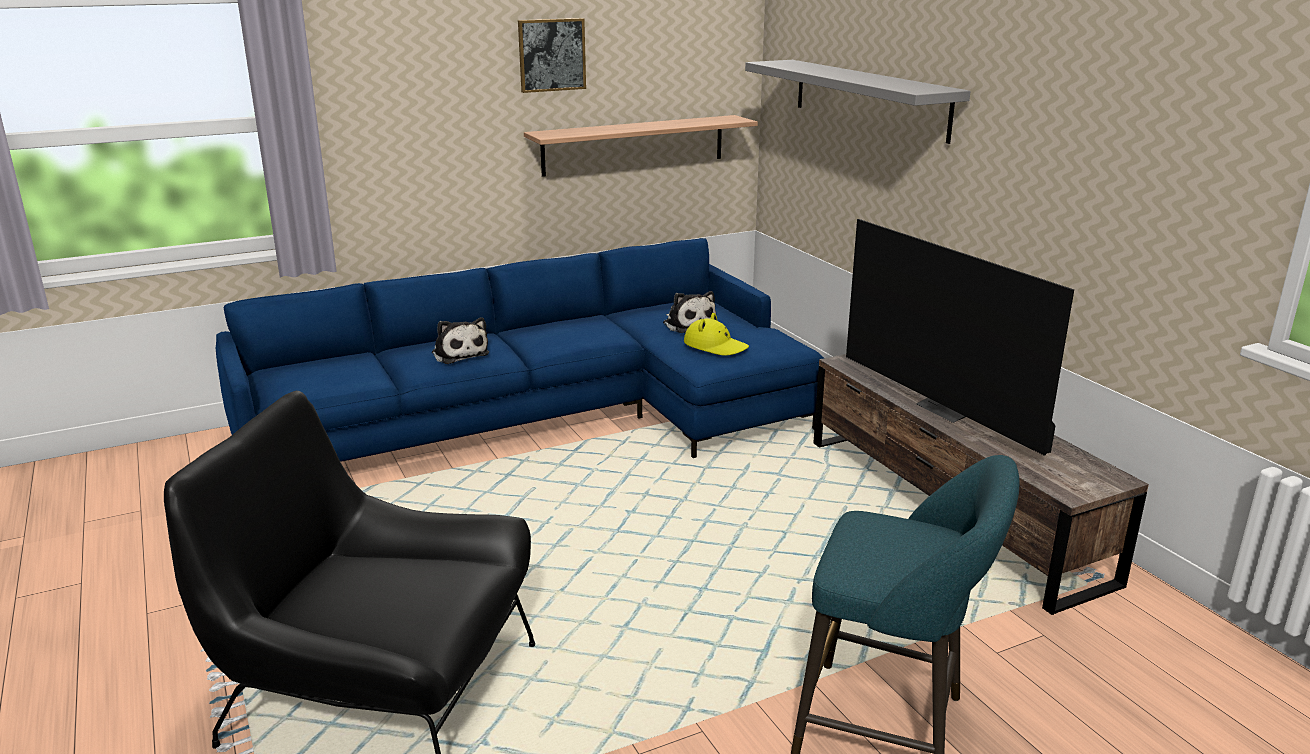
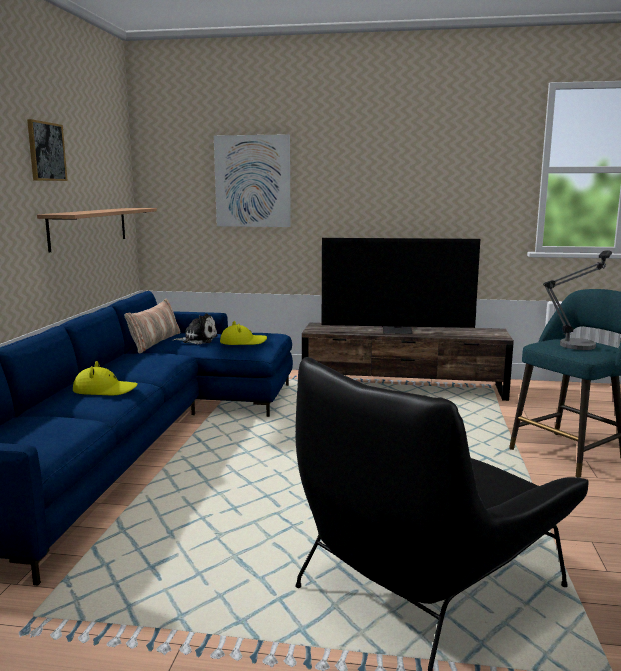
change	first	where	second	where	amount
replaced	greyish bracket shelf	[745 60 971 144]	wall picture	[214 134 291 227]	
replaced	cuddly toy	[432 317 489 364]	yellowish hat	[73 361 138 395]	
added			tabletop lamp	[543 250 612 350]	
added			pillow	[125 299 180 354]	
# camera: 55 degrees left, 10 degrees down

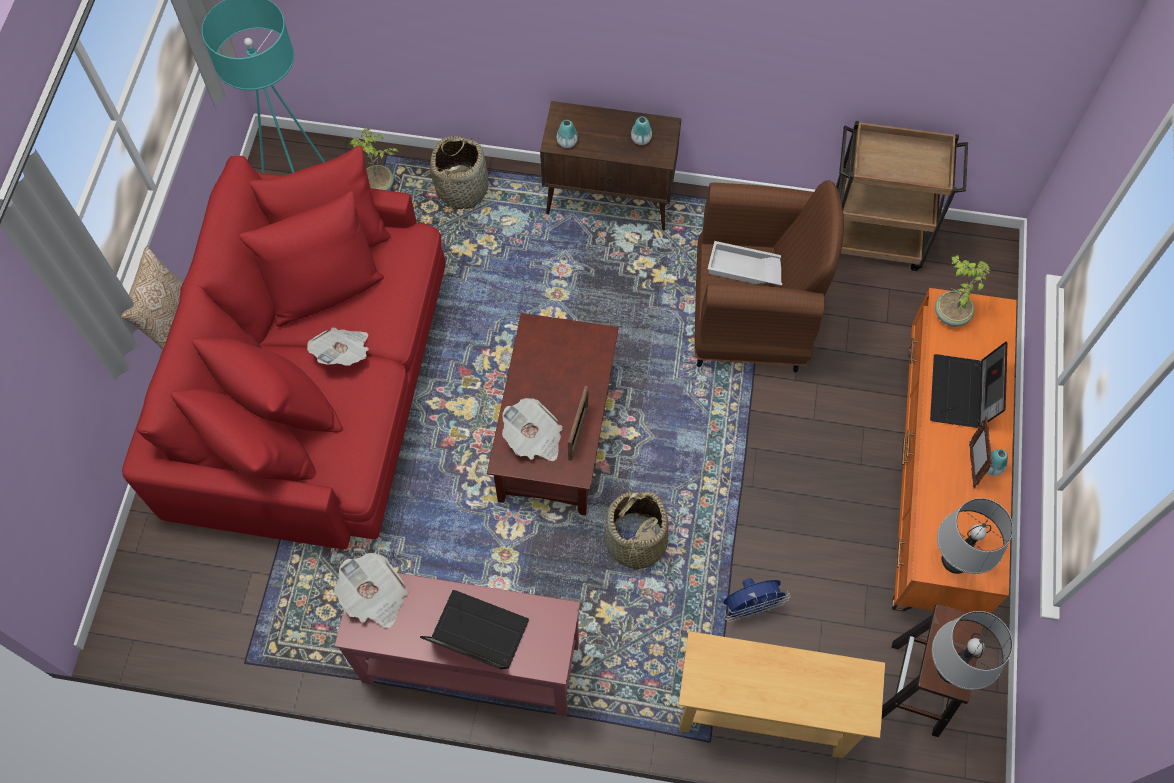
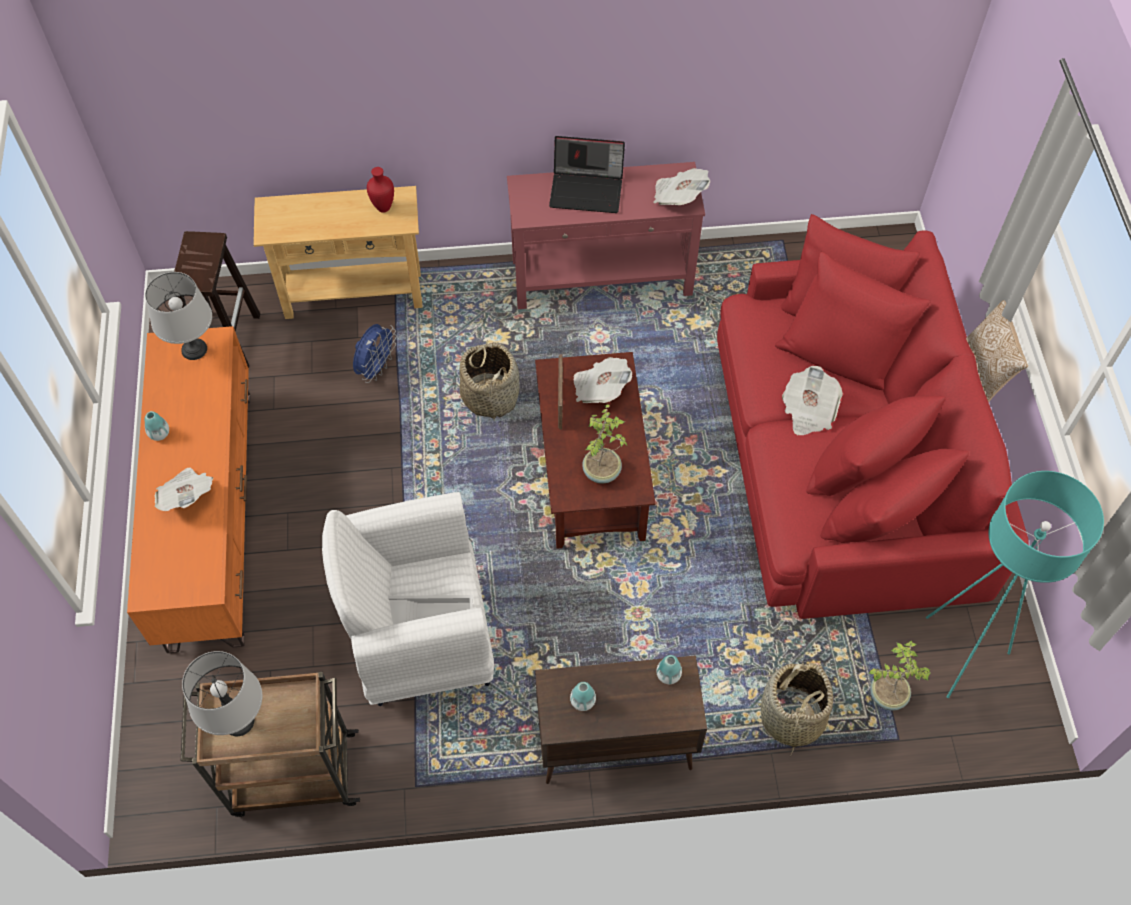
change	first	where	second	where	amount
recoloured	brown easy chair	[694 180 844 373]	white-coloured easy chair	[322 492 494 706]	
moved	houseplant	[935 255 990 326]		[582 404 627 484]	
replaced	laptop	[930 342 1007 428]	printed paper	[155 467 213 511]	
removed	standing frame	[969 416 992 488]			
turned	bluish fan	[723 578 791 622]		[353 324 397 383]	150 degrees clockwise
moved	greyish tabletop lamp	[932 611 1013 690]		[182 651 263 736]	
added			red flower vase	[367 167 394 213]	
# camera: 165 degrees right, 5 degrees down

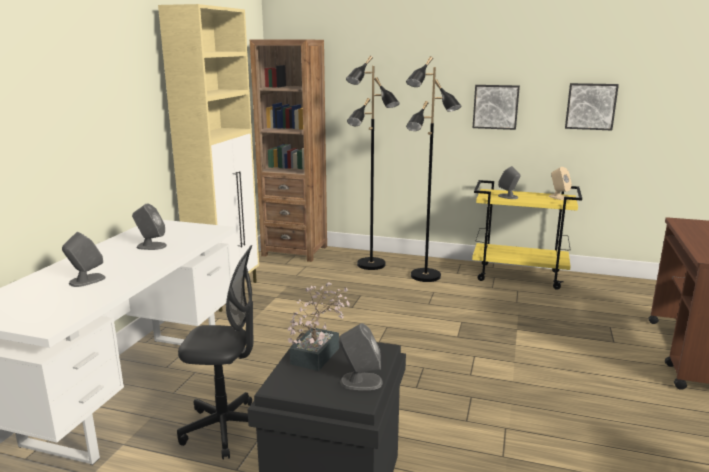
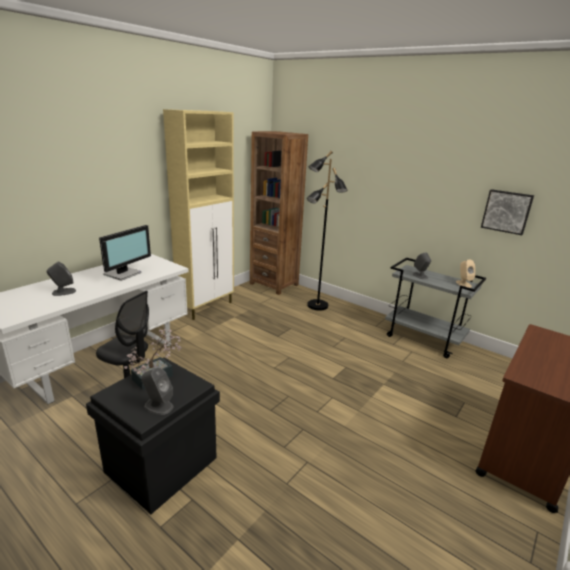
change	first	where	second	where	amount
removed	black-coloured standard lamp	[406 56 462 282]			
removed	wall picture	[473 85 520 130]			
recoloured	yellowish trolley	[472 180 582 290]	greyish trolley	[385 258 486 358]	
replaced	greyish audio speaker	[132 204 167 250]	monitor	[99 225 151 281]	
# camera: 20 degrees right, 5 degrees up

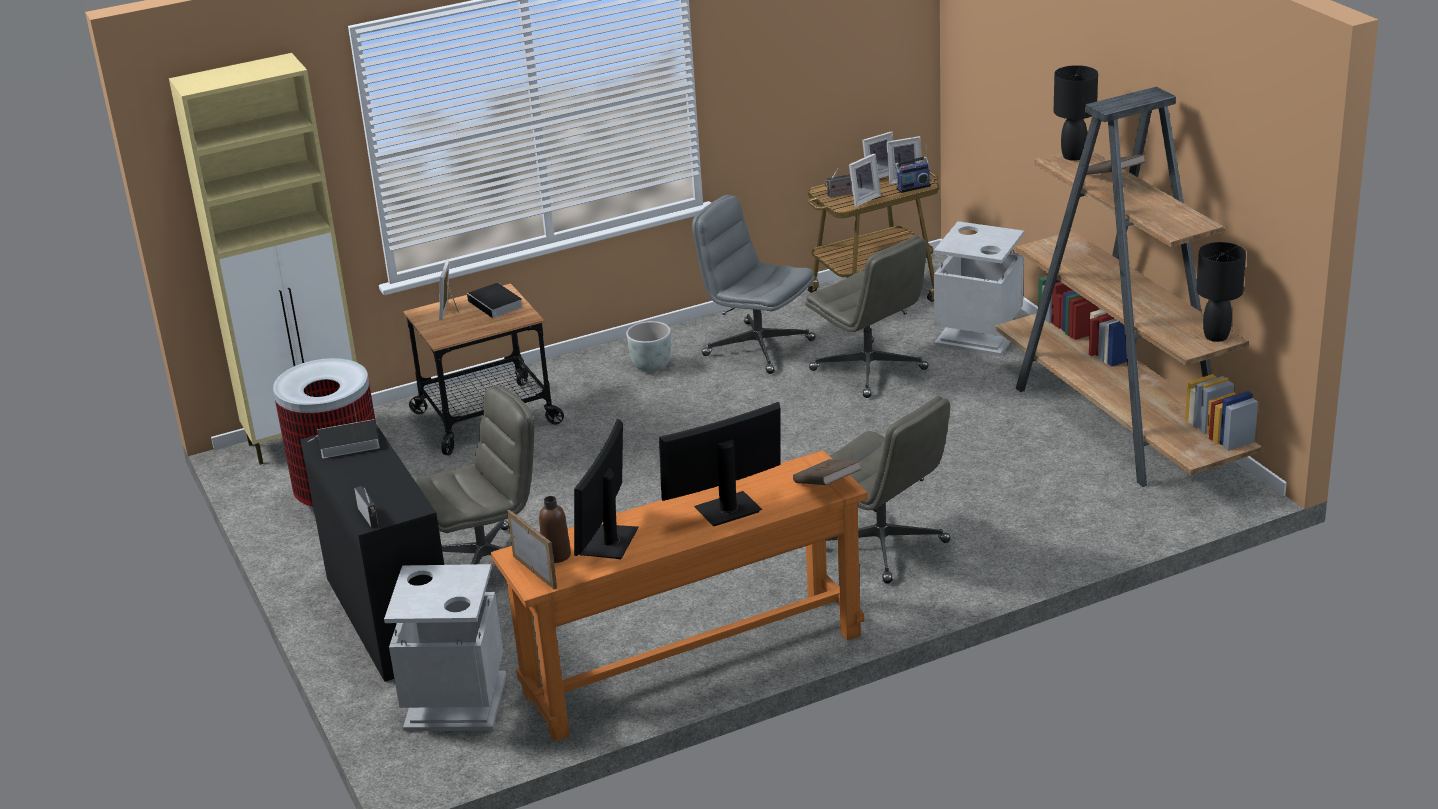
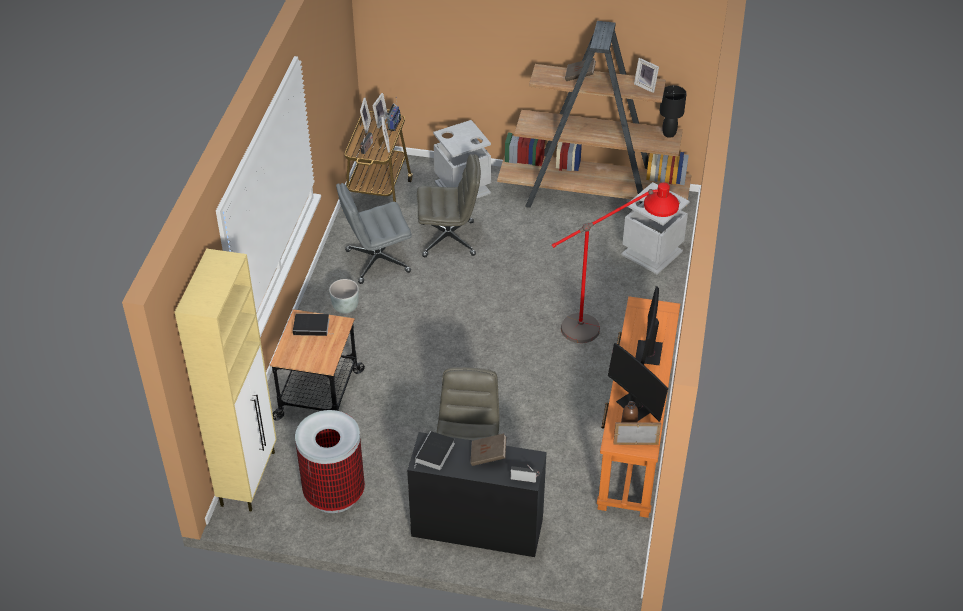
change	first	where	second	where	amount
removed	black-coloured tabletop lamp	[1054 65 1098 161]			
moved	standing frame	[439 260 459 320]		[634 58 659 93]	
replaced	greyish office chair	[826 396 951 584]	red standard lamp	[552 183 679 343]	
moved	brown book	[793 459 862 485]		[470 433 506 466]	
moved	greyish waste bin	[384 564 507 731]		[621 182 690 275]	
# camera: 55 degrees left, 15 degrees up

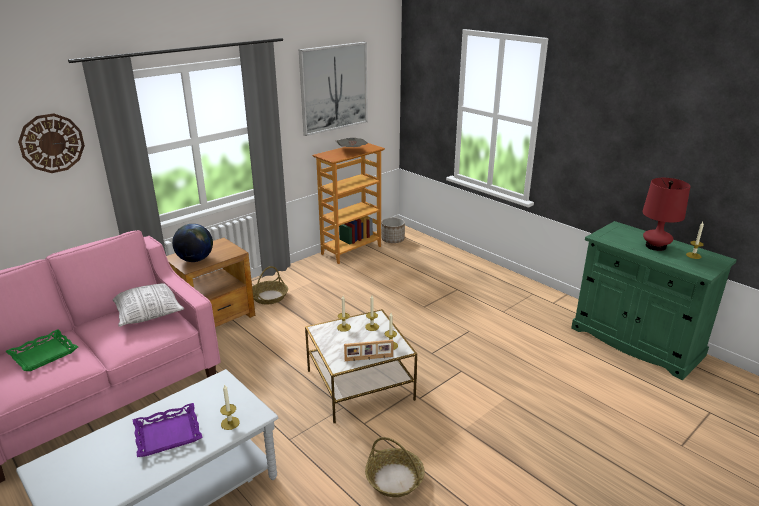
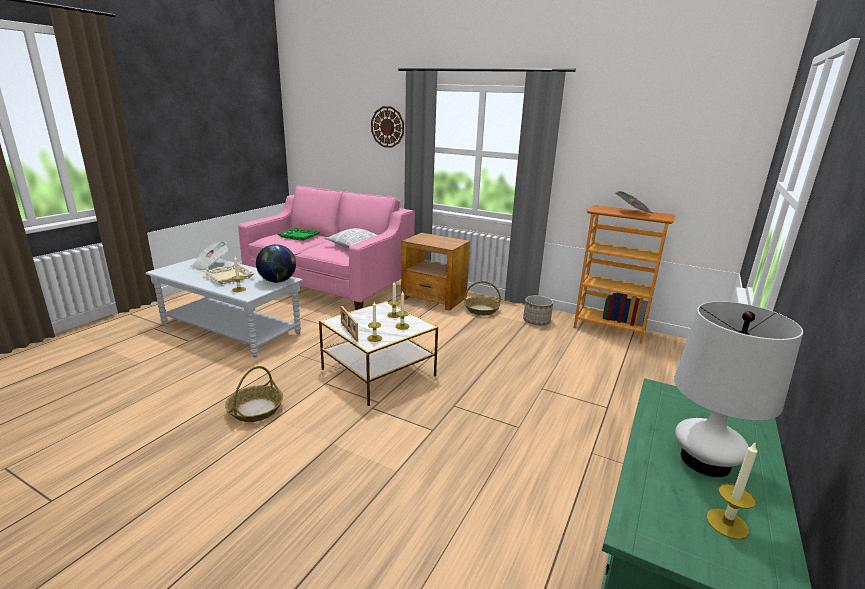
change	first	where	second	where	amount
removed	wall picture	[299 42 368 136]			
recoloured	red tabletop lamp	[642 178 691 251]	white-coloured tabletop lamp	[674 301 803 477]	
moved	planter	[381 217 405 243]		[523 295 553 325]	
moved	desk globe	[172 224 213 262]		[256 244 296 283]	
recoloured	purple carrying tray	[133 403 203 457]	beige carrying tray	[202 264 255 284]	
added			printed paper	[189 241 228 270]	
# camera: 70 degrees right, 5 degrees down

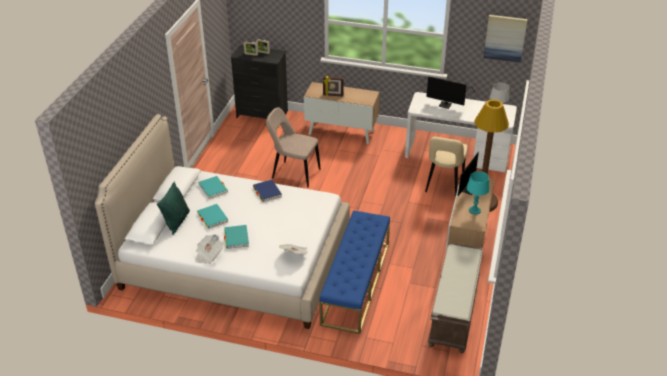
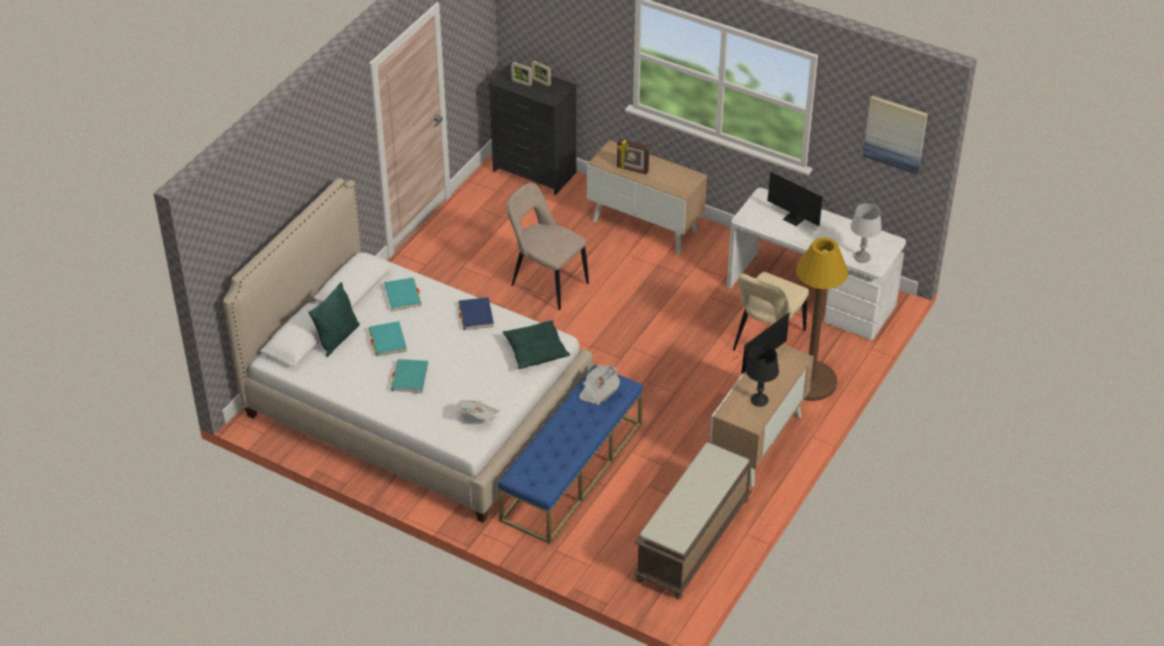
change	first	where	second	where	amount
recoloured	turquoise tabletop lamp	[467 171 489 215]	black-coloured tabletop lamp	[746 345 779 407]	
moved	printed paper	[195 234 223 264]		[579 365 620 405]	
added			green pillow	[502 320 570 369]	
# camera: 15 degrees right, 5 degrees up

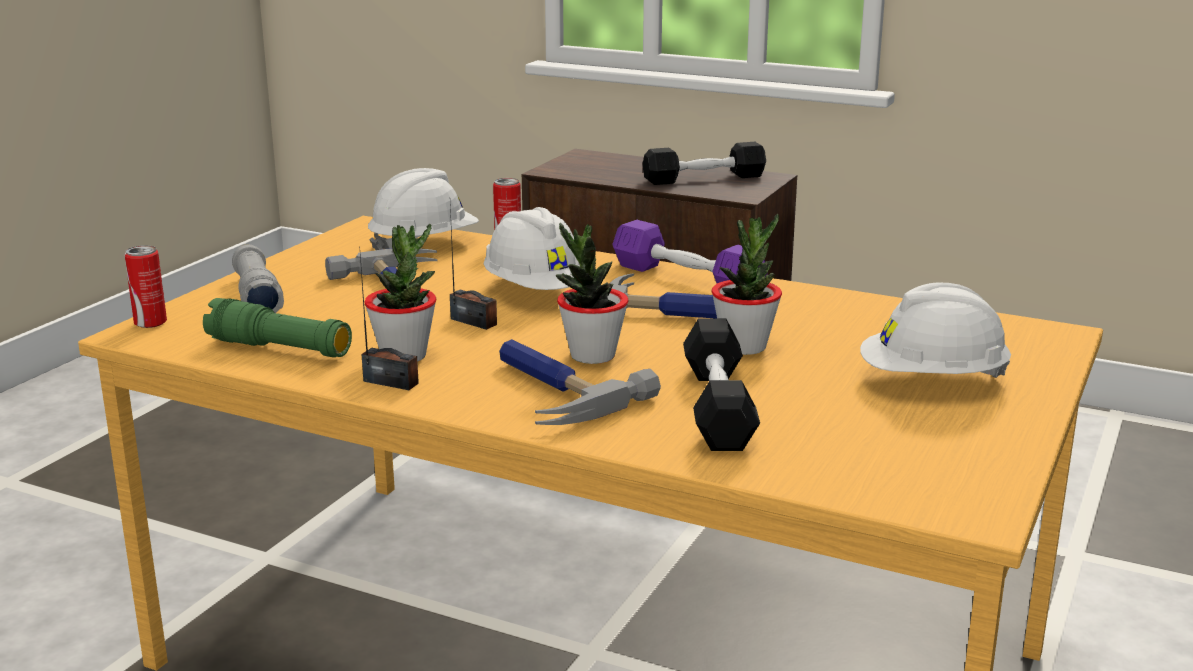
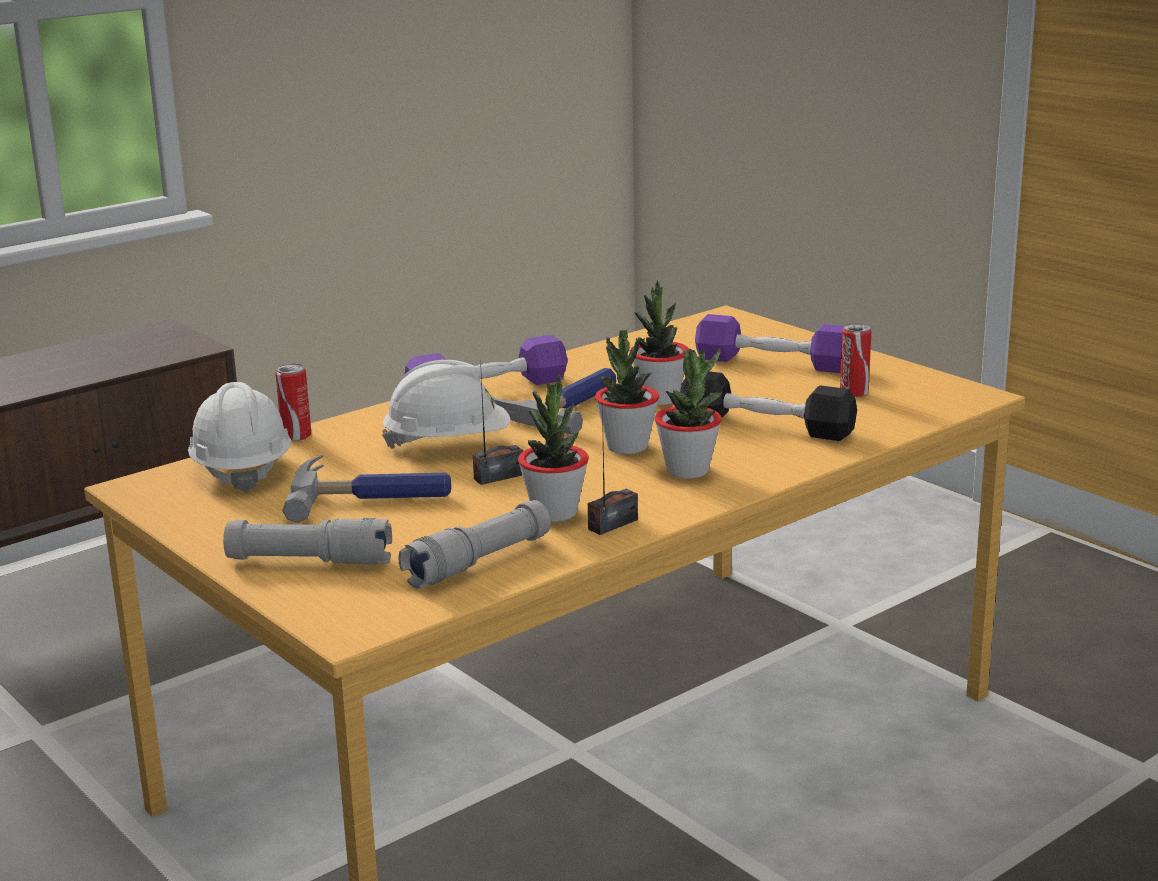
change	first	where	second	where	amount
removed	black-coloured hand weight	[642 142 766 185]			
moved	metal can	[124 245 167 328]		[840 323 872 397]	
replaced	white-coloured safety helmet	[860 282 1011 378]	purple hand weight	[695 314 844 373]	
recoloured	green flashlight	[203 298 352 357]	greyish flashlight	[398 500 551 589]	
replaced	hammer	[499 339 661 425]	houseplant	[655 348 722 479]	
# camera: 65 degrees left, 0 degrees up

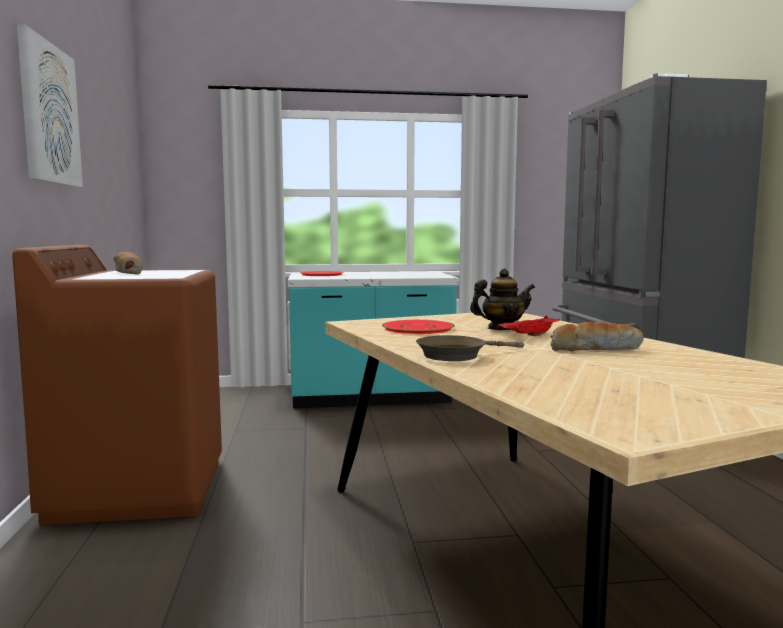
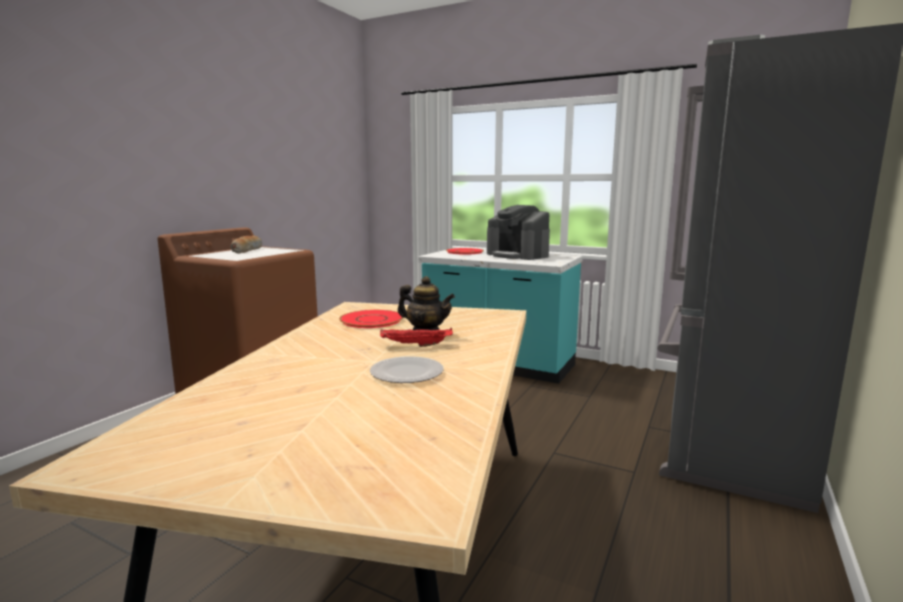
change	first	where	second	where	amount
removed	wall picture	[17 25 83 187]			
replaced	bakery bread	[550 322 644 351]	flat dish	[370 356 444 383]	
removed	brown frying pan	[416 335 524 361]			
added			coffee maker	[487 205 550 260]	
# camera: 35 degrees right, 5 degrees up

